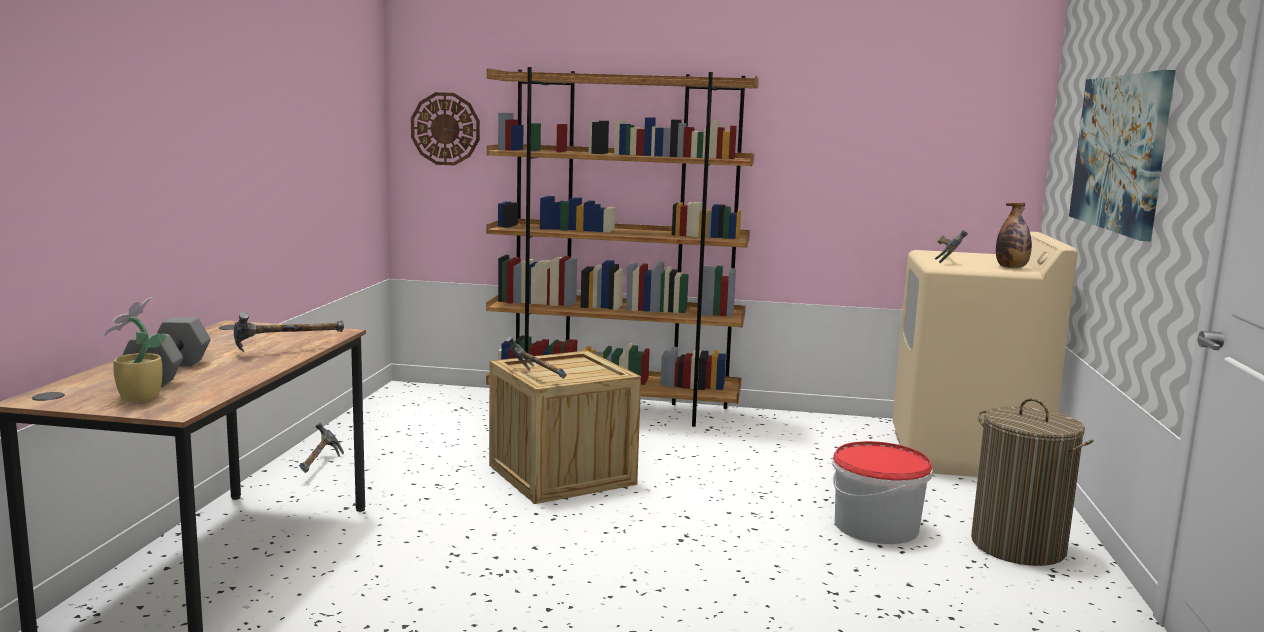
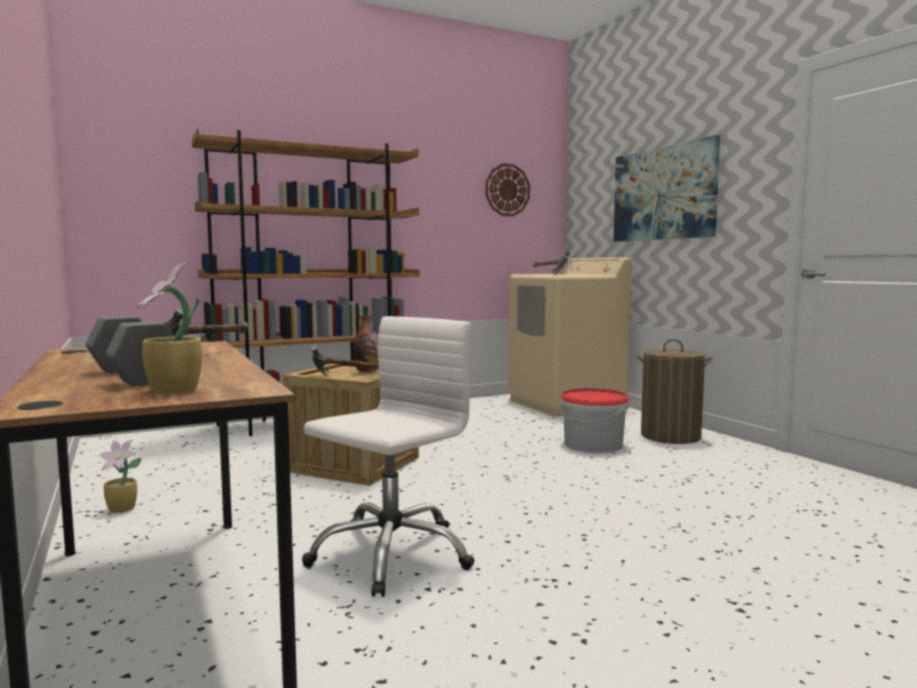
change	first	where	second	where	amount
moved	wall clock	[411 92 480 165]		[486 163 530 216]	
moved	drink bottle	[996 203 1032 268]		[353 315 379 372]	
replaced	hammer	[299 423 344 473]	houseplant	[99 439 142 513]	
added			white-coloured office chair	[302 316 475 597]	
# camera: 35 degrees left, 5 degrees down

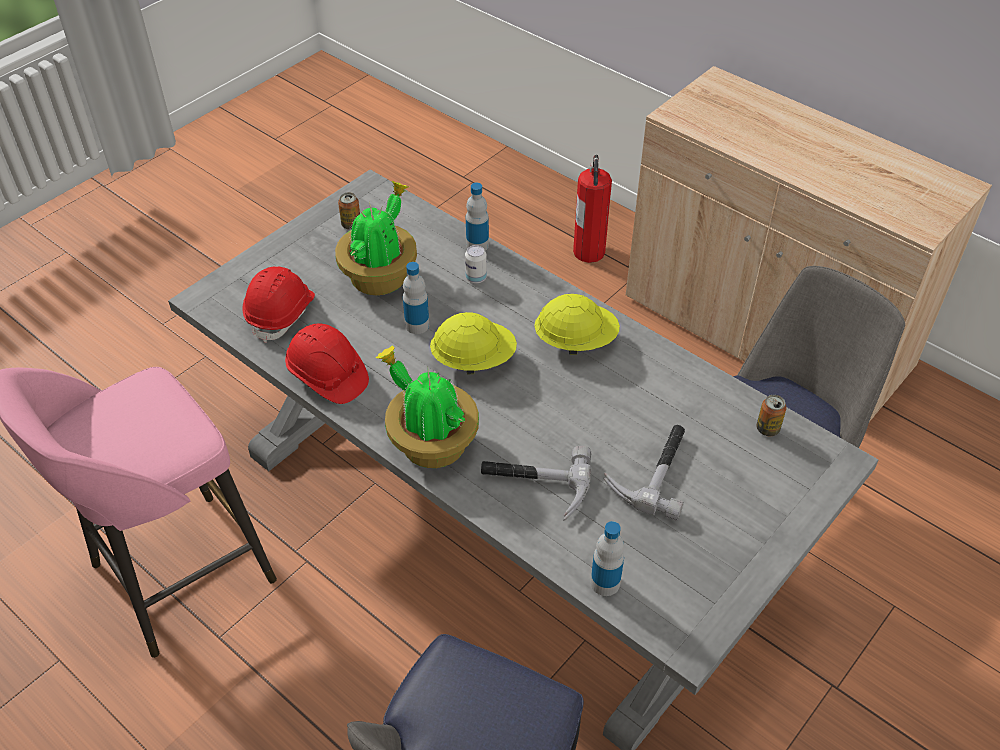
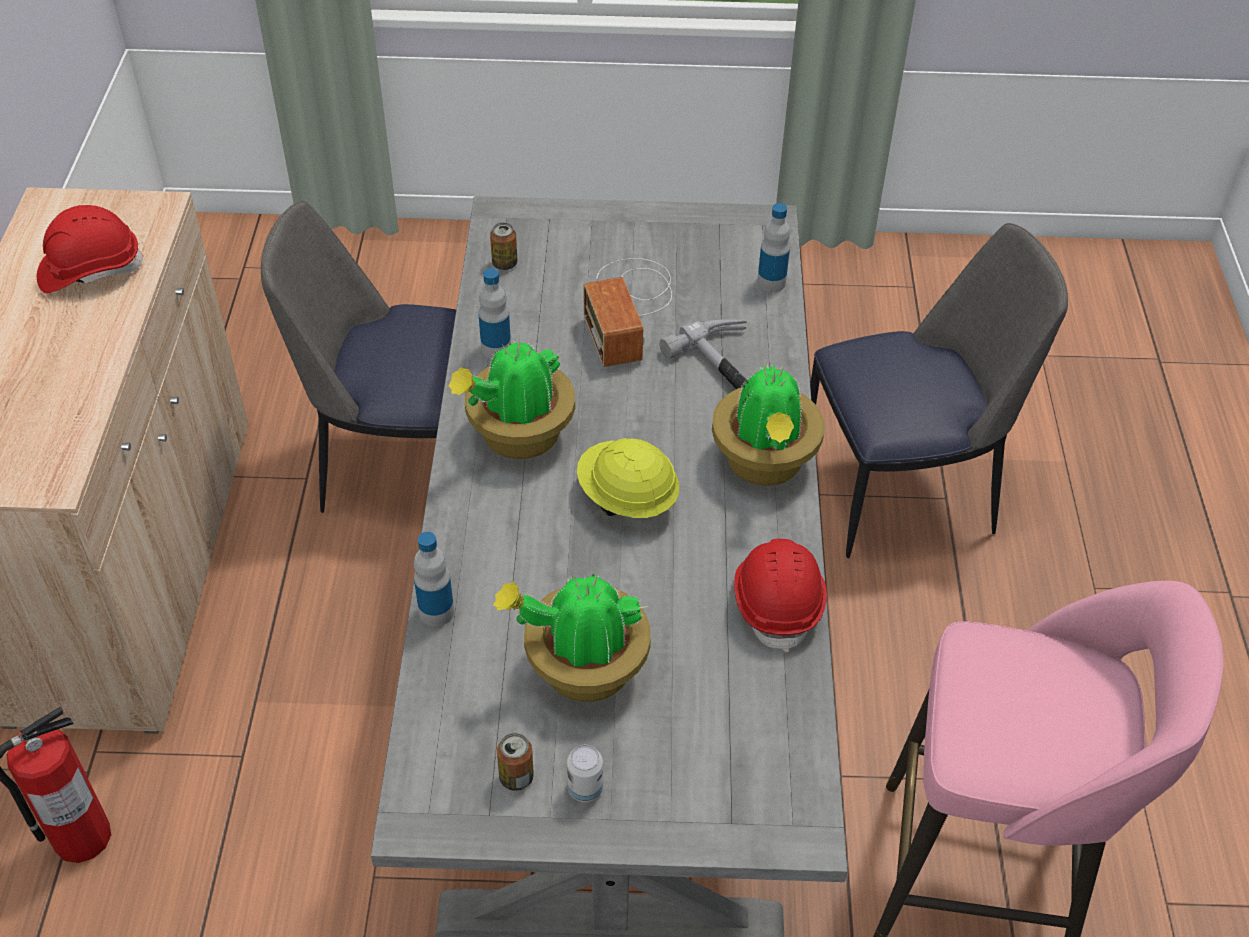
change	first	where	second	where	amount
moved	metal can	[465 245 487 283]		[567 745 603 802]	
moved	drink bottle	[403 262 429 334]		[479 268 511 359]	
moved	red safety helmet	[243 266 315 343]		[37 205 144 293]	
replaced	yellowish safety helmet	[534 294 620 355]	houseplant	[449 334 575 459]	
replaced	hammer	[603 425 685 521]	radio set	[583 258 672 367]	
# camera: 130 degrees left, 0 degrees up

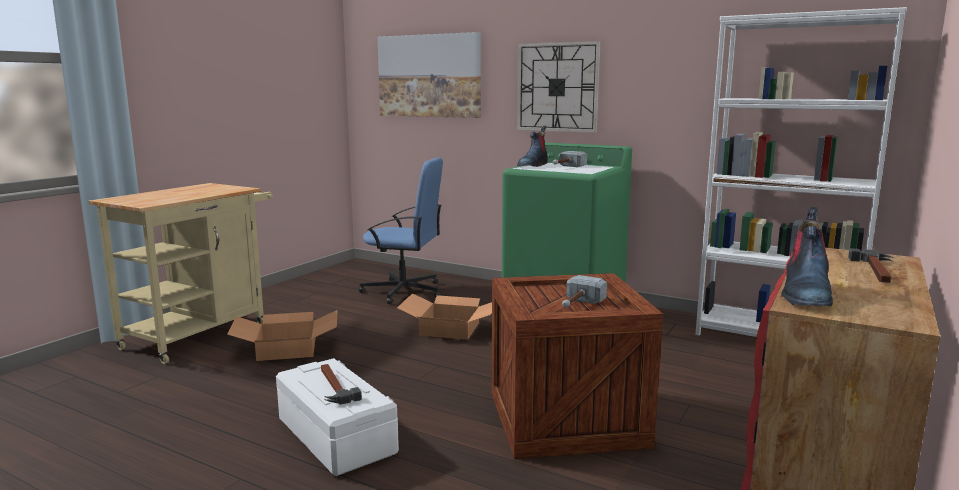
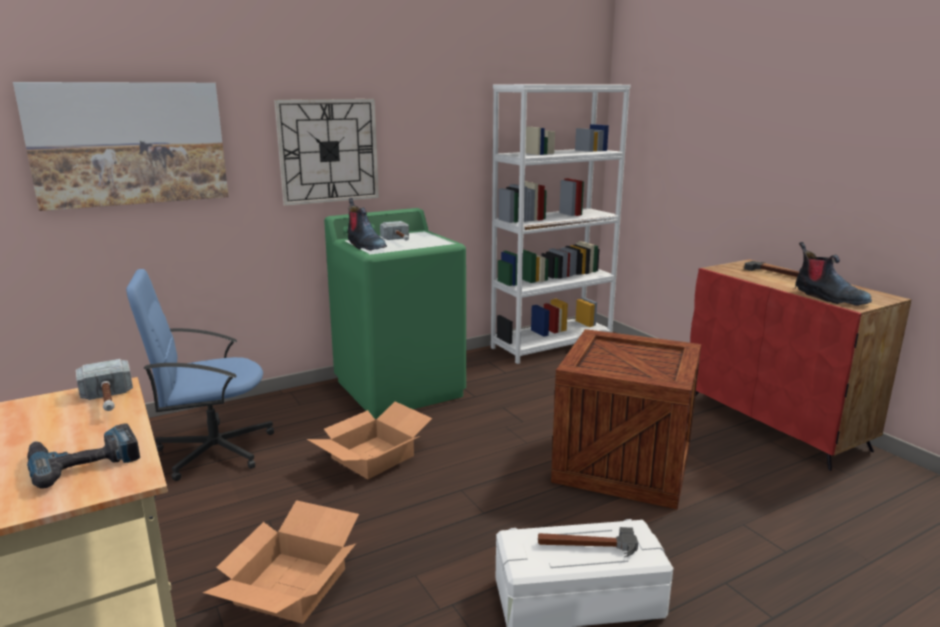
change	first	where	second	where	amount
turned	bluish office chair	[359 157 443 304]		[126 269 274 481]	150 degrees counterclockwise
moved	hammer	[562 275 607 307]		[76 359 133 411]	
added			electric drill	[27 424 140 489]	
# camera: 60 degrees left, 5 degrees up

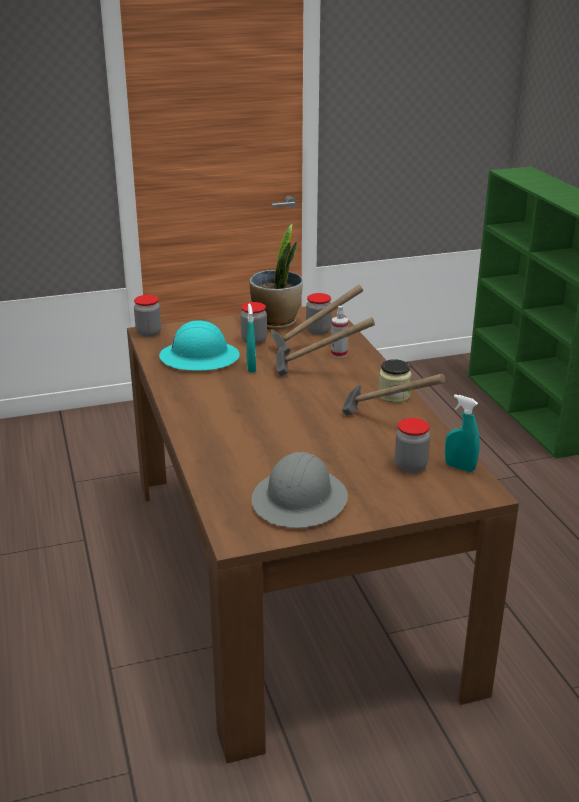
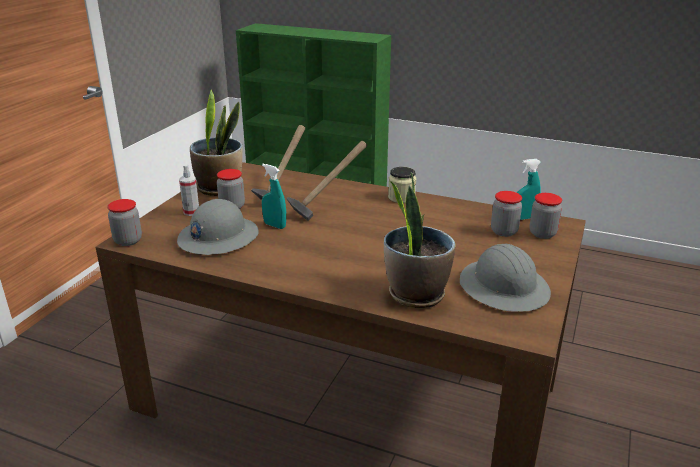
change	first	where	second	where	amount
moved	preserve jar	[306 293 332 335]		[530 193 562 239]	
moved	hand sprayer	[331 306 348 358]		[179 165 199 216]	
recoloured	turquoise safety helmet	[159 320 240 371]	greyish safety helmet	[177 199 259 255]	
removed	hammer	[342 374 445 416]			
added			houseplant	[384 172 456 308]	
# camera: 50 degrees left, 0 degrees up

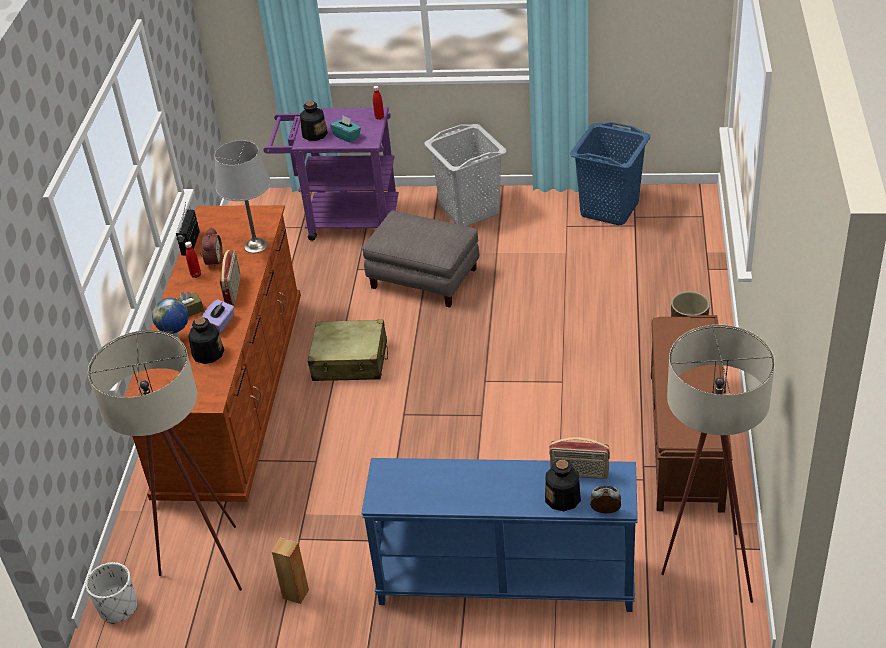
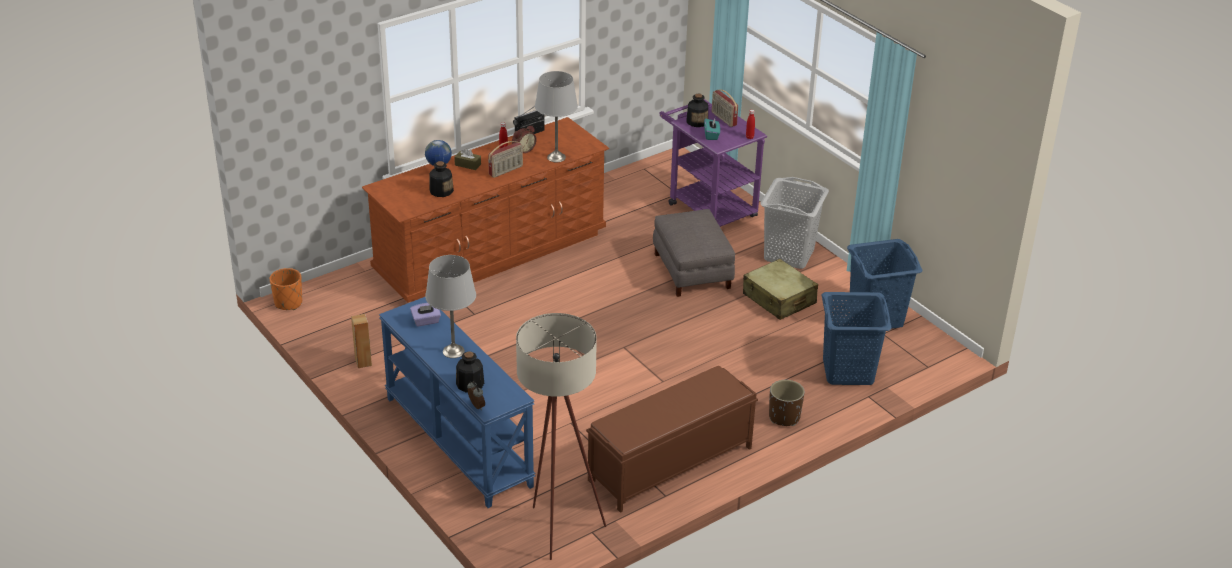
change	first	where	second	where	amount
moved	purple box of tissues	[202 299 234 333]		[410 303 441 327]	
moved	beige suitcase	[308 320 388 381]		[743 259 818 320]	
removed	beige standard lamp	[88 330 242 591]			
moved	radio set	[549 437 610 479]		[712 89 738 127]	
recoloured	white-coloured planter	[85 562 137 624]	orangey planter	[270 268 302 310]	
added			greyish tabletop lamp	[425 255 476 358]	
added			bluish hamper	[822 292 892 385]	
# camera: 45 degrees right, 5 degrees down

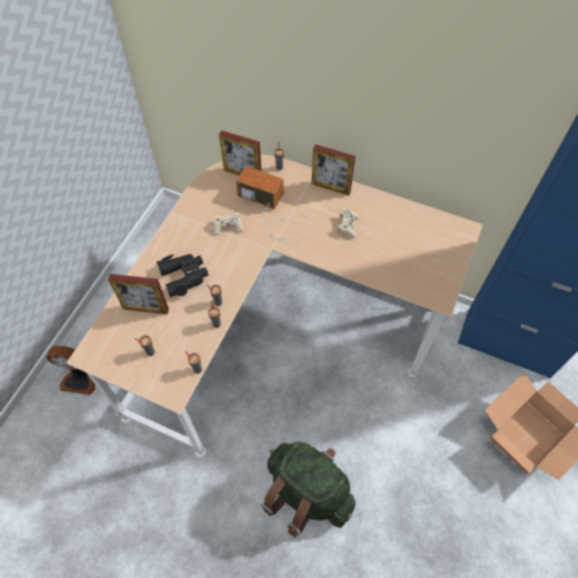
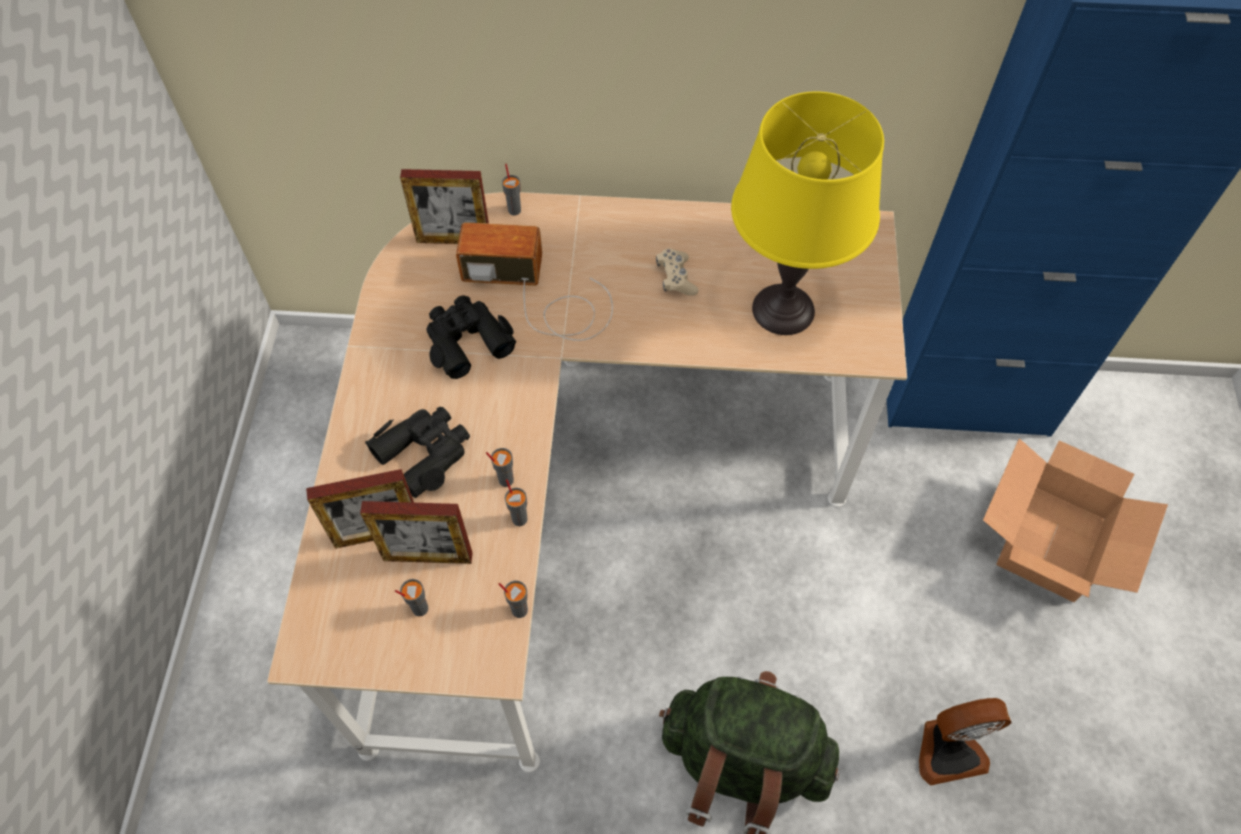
change	first	where	second	where	amount
moved	standing frame	[311 144 356 196]		[360 501 473 564]	
replaced	beige joypad	[214 212 244 235]	black-coloured binoculars	[426 295 516 379]	
moved	fan	[46 346 95 395]		[919 698 1012 786]	
added			yellowish tabletop lamp	[731 92 884 335]	
# camera: 20 degrees left, 0 degrees up

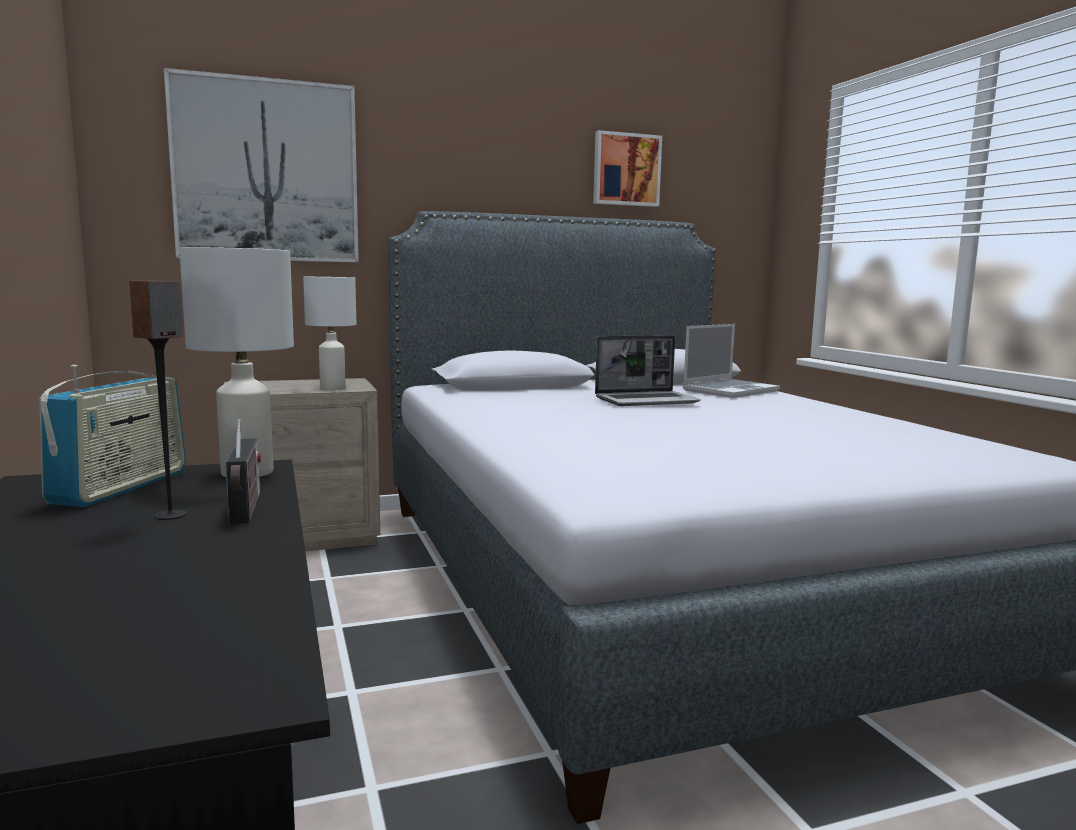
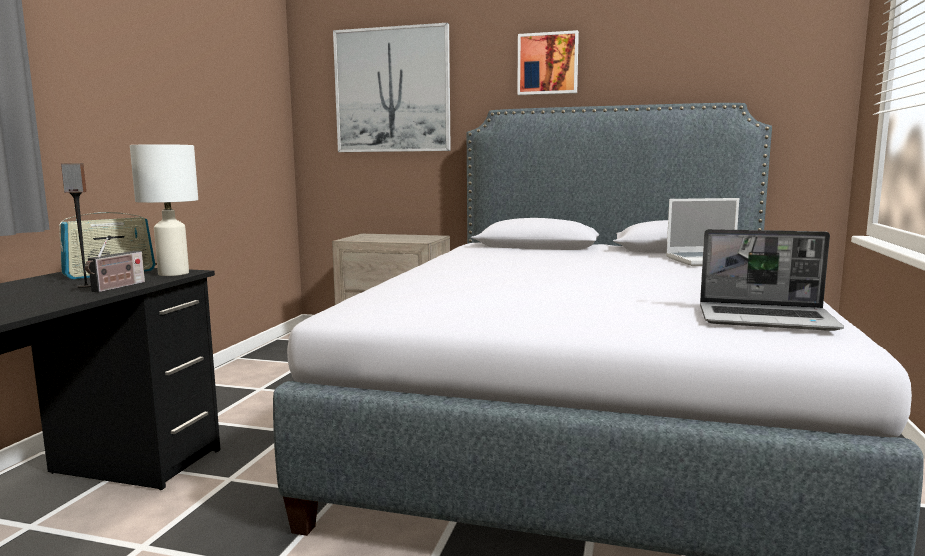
change	first	where	second	where	amount
moved	wall picture	[593 130 662 207]		[517 30 579 95]	
removed	white-coloured tabletop lamp	[303 277 356 390]			
moved	laptop	[595 335 701 406]		[700 229 844 331]	
# camera: 35 degrees right, 0 degrees up

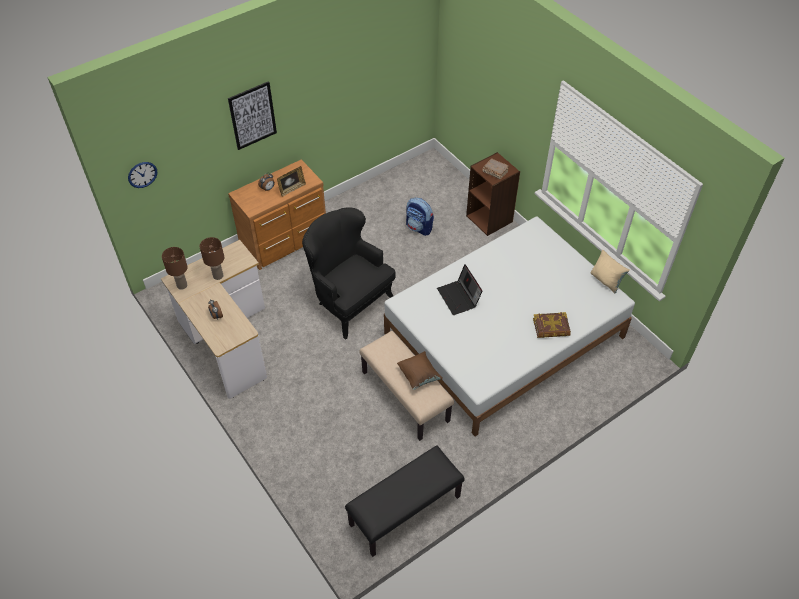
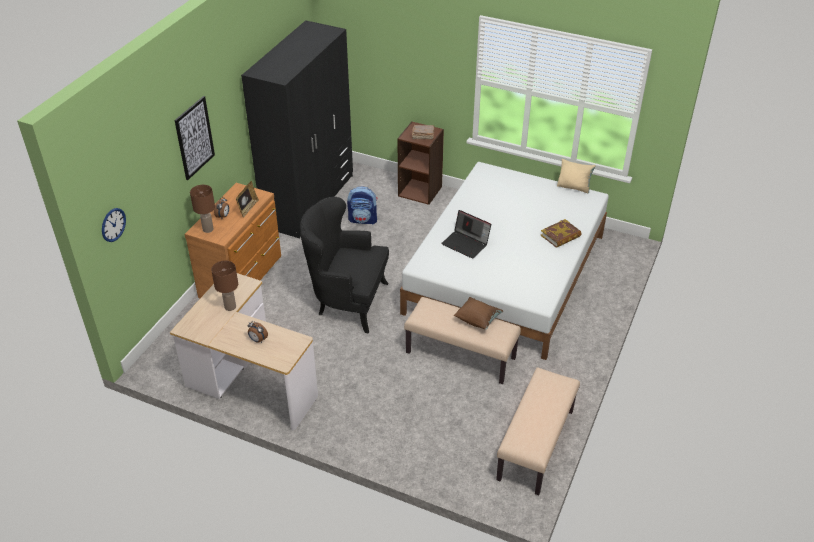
change	first	where	second	where	amount
moved	brown tabletop lamp	[162 247 188 290]		[190 185 215 233]	
recoloured	black-coloured bench	[345 445 465 557]	beige bench	[496 367 580 495]	
added			black-coloured wardrobe	[241 20 353 239]	
# camera: 30 degrees left, 10 degrees down

